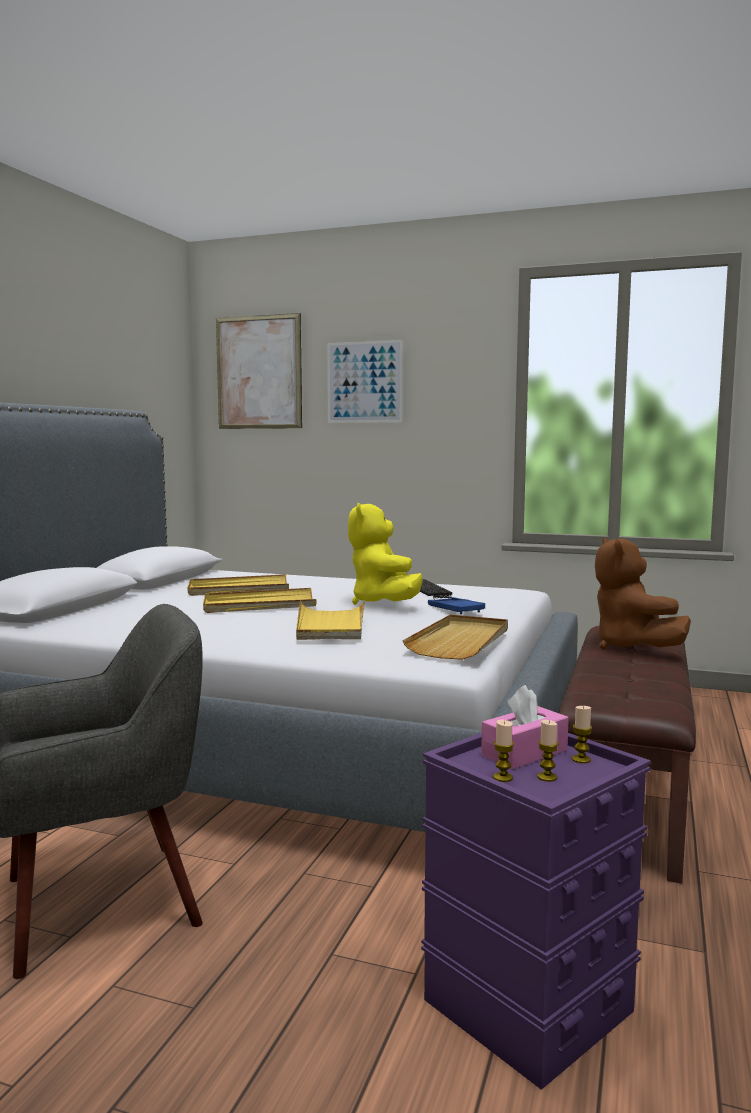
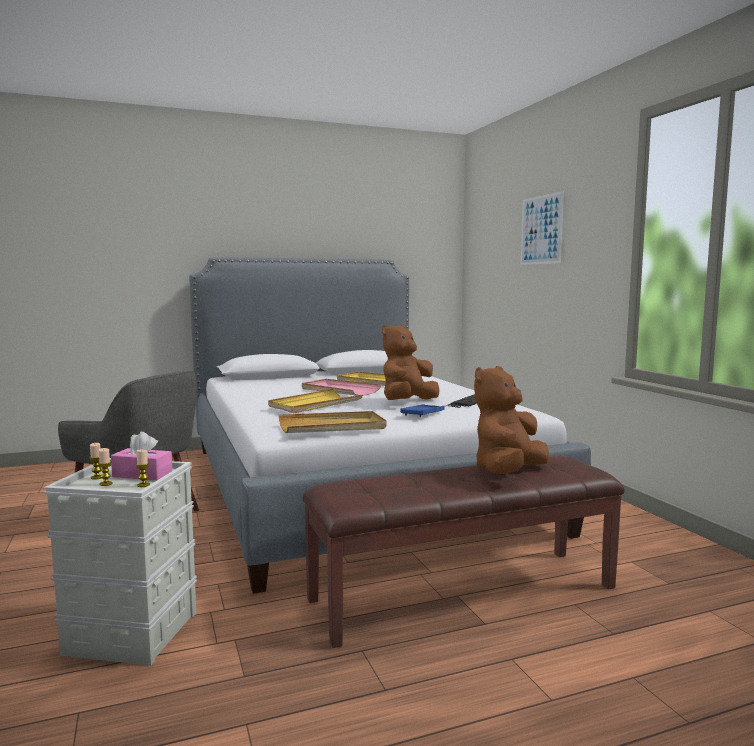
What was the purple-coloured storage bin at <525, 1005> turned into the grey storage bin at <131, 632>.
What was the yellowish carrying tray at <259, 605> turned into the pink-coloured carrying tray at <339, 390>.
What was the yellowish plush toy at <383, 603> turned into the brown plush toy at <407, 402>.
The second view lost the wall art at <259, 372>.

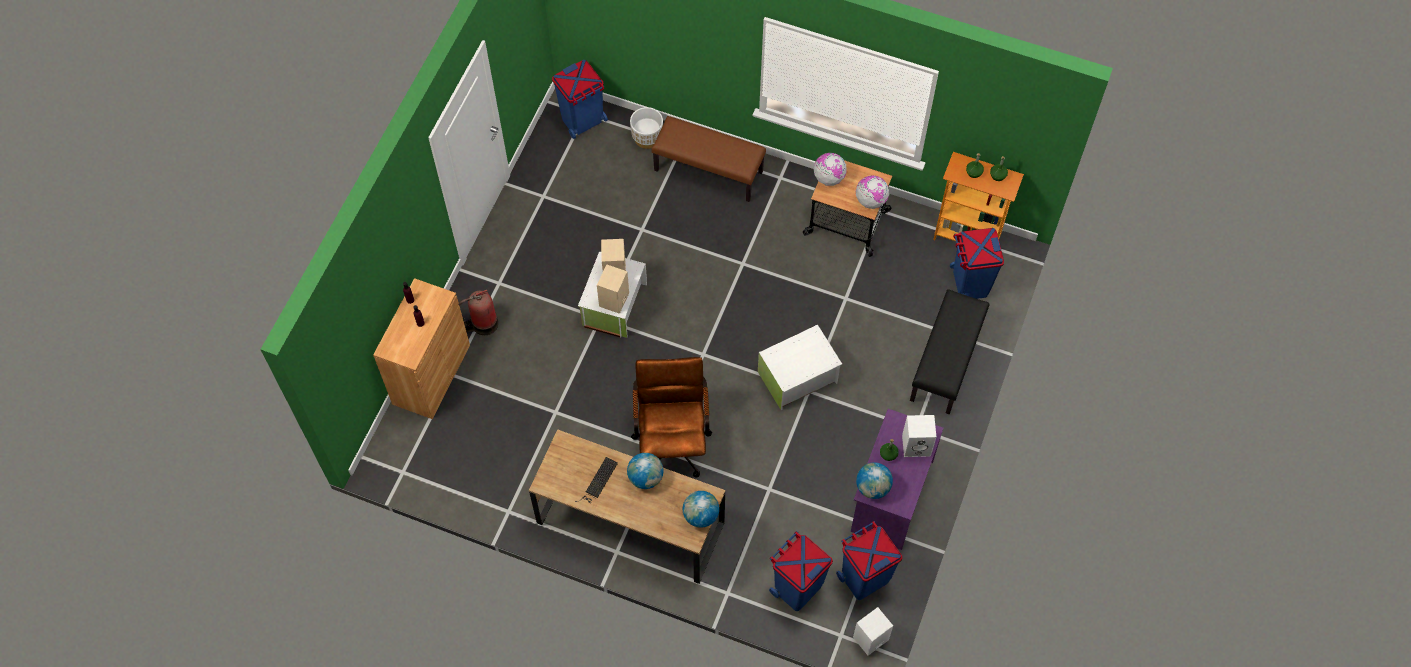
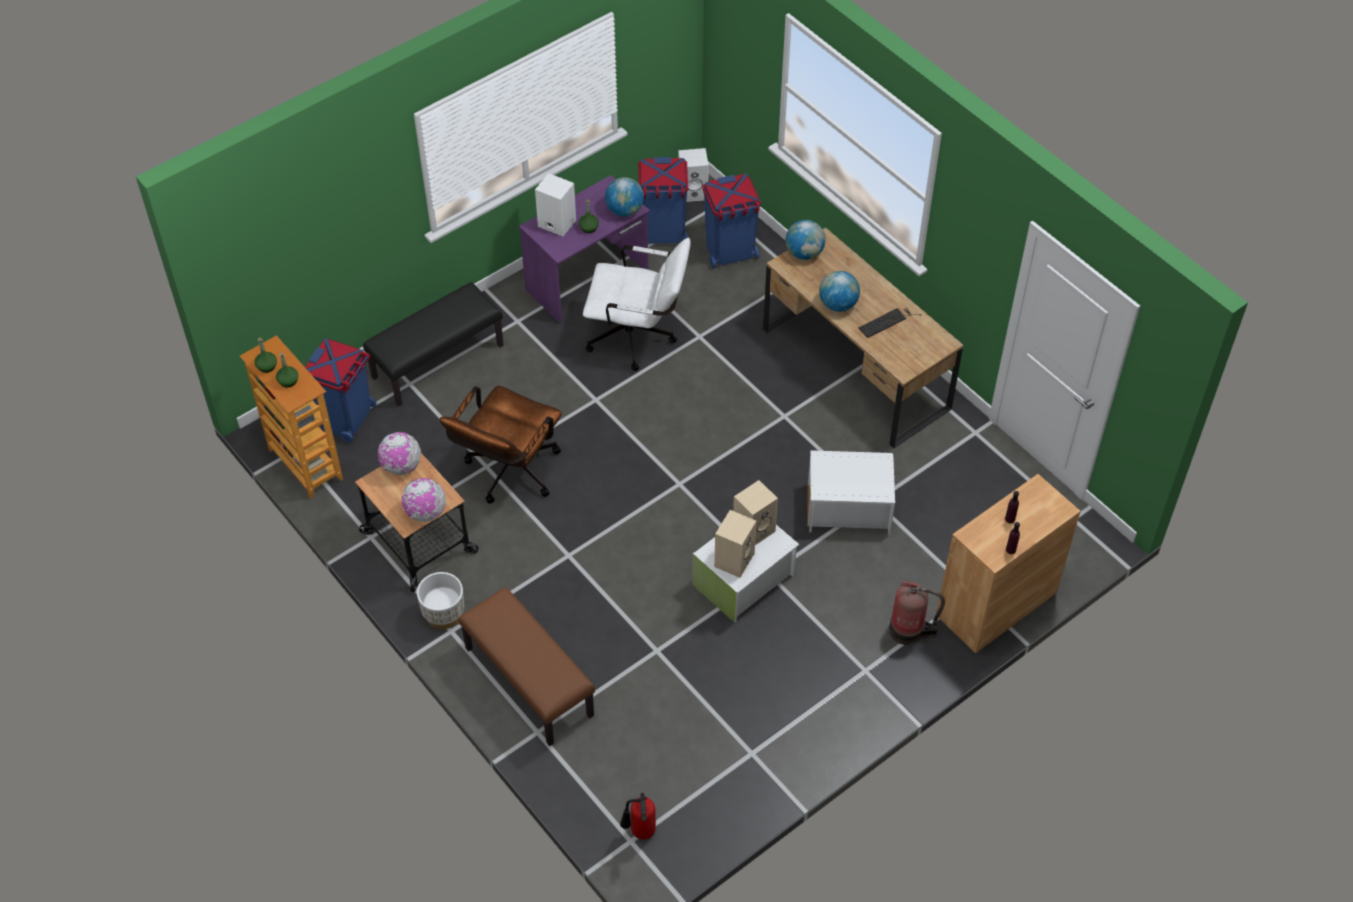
The white planter ended up elsewhere, having gone from <647, 138> to <444, 614>.
The brown computer chair ended up elsewhere, having gone from <672, 439> to <508, 475>.
The second view gained the white computer chair at <638, 338>.
Where the blue rubbish bin stood at <583, 120>, the fire-fighting cylinder came to stand at <639, 832>.
The white storage bin ended up elsewhere, having gone from <798, 378> to <848, 508>.

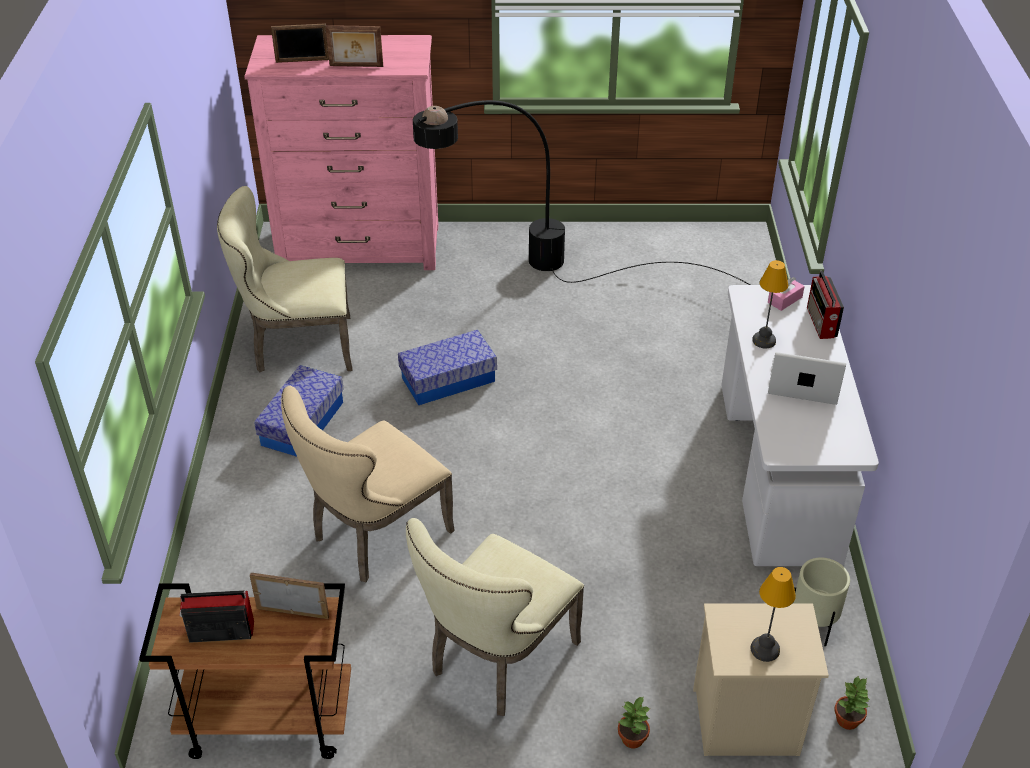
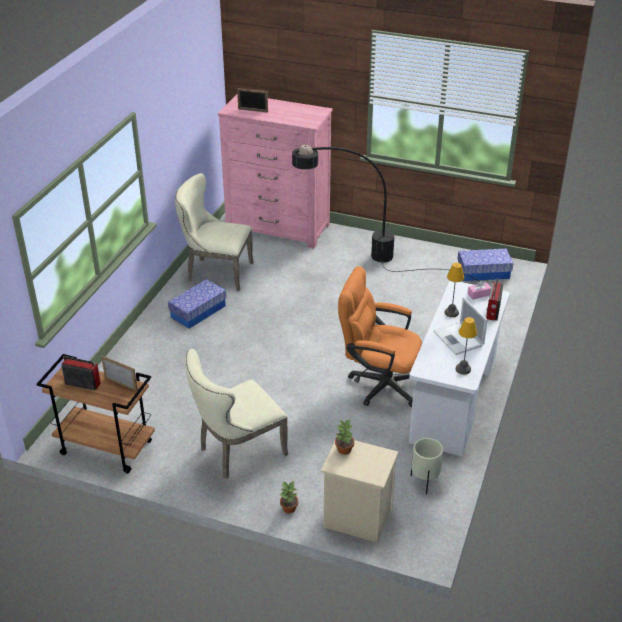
The potted plant ended up elsewhere, having gone from <848, 720> to <344, 450>.
The second view gained the orangey computer chair at <378, 383>.
The portable computer at <802, 383> ended up facing another way, 150 degrees counterclockwise from before.
The lamp for a table ended up elsewhere, having gone from <764, 649> to <462, 369>.
The storage bin ended up elsewhere, having gone from <448, 379> to <483, 272>.
The second view lost the beige-coloured upright chair at <374, 536>.
The second view lost the standing frame at <356, 66>.

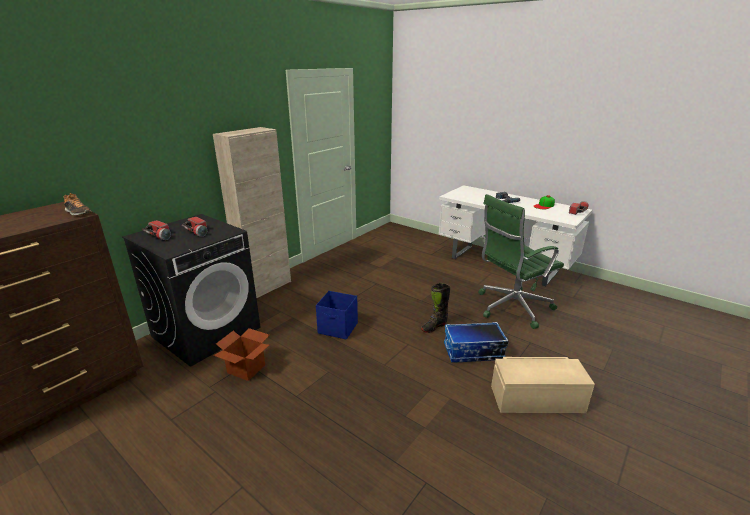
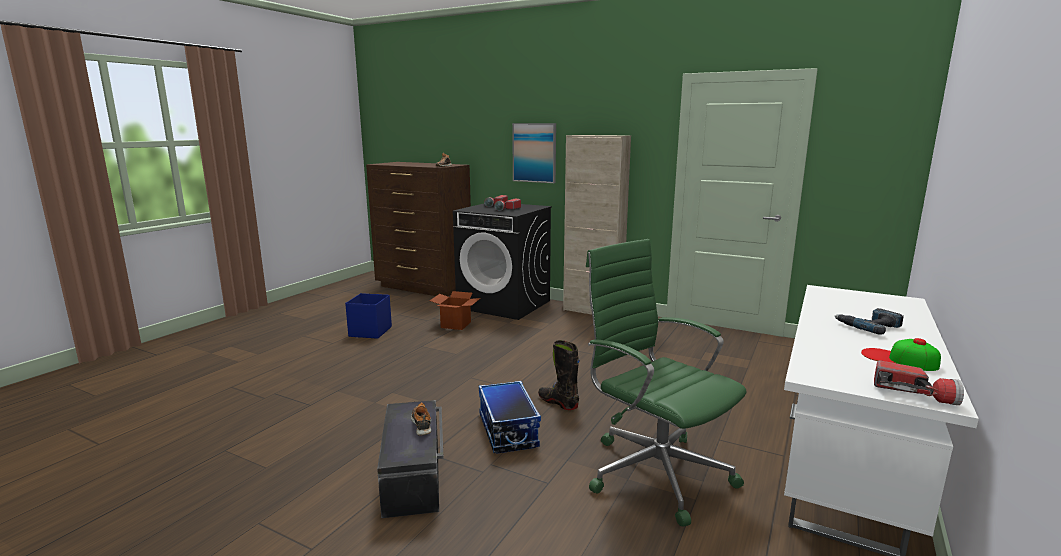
The blue storage bin ended up elsewhere, having gone from <338, 328> to <370, 332>.
What was the beige-coloured storage bin at <536, 398> turned into the black storage bin at <414, 475>.
The second view gained the item of footwear at <422, 424>.
The second view gained the wall art at <534, 152>.

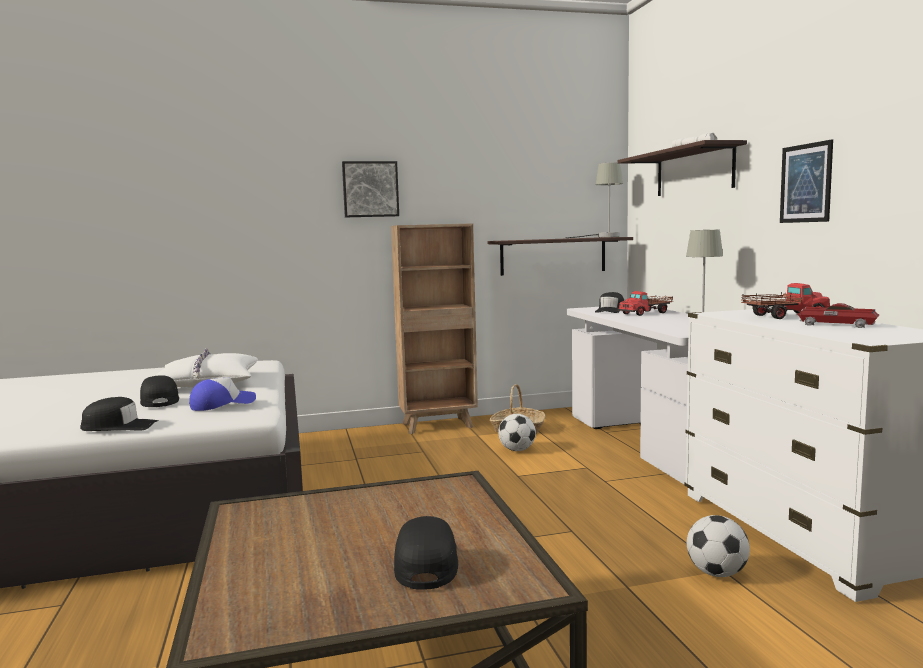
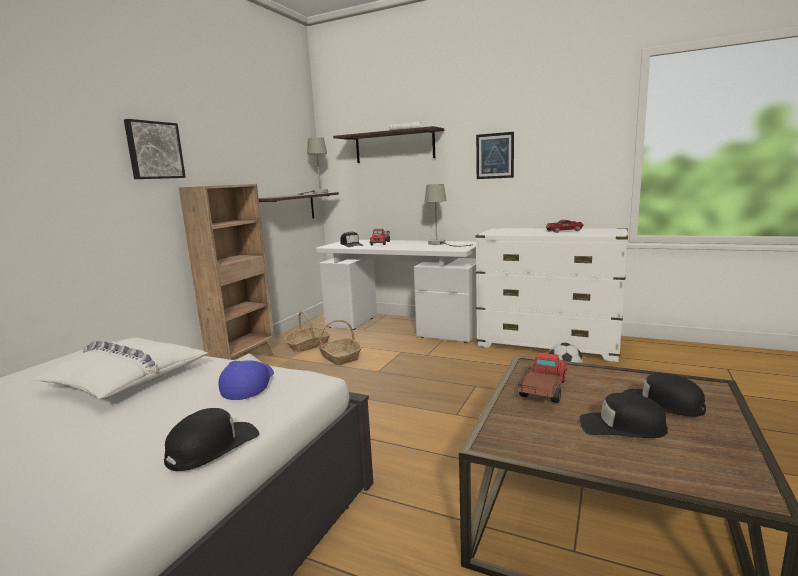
Where the football ball stood at <517, 450>, the storage basket came to stand at <340, 357>.
The toy truck ended up elsewhere, having gone from <784, 316> to <542, 391>.
The black baseball cap ended up elsewhere, having gone from <159, 401> to <621, 427>.

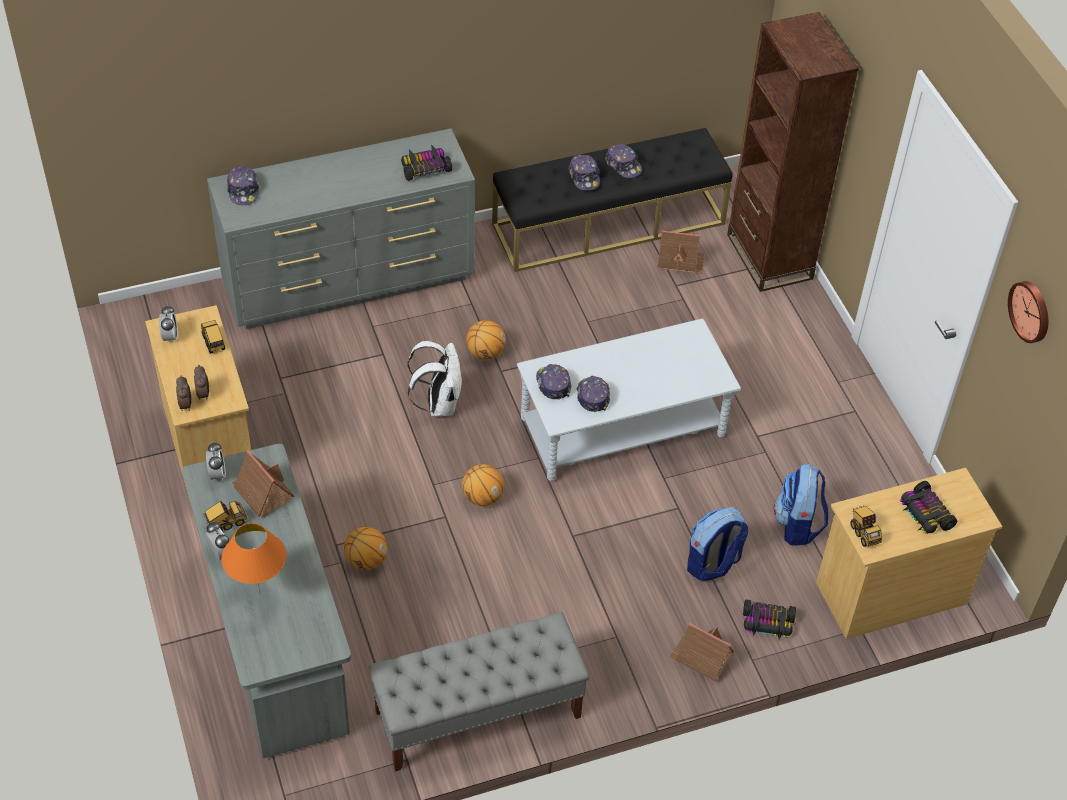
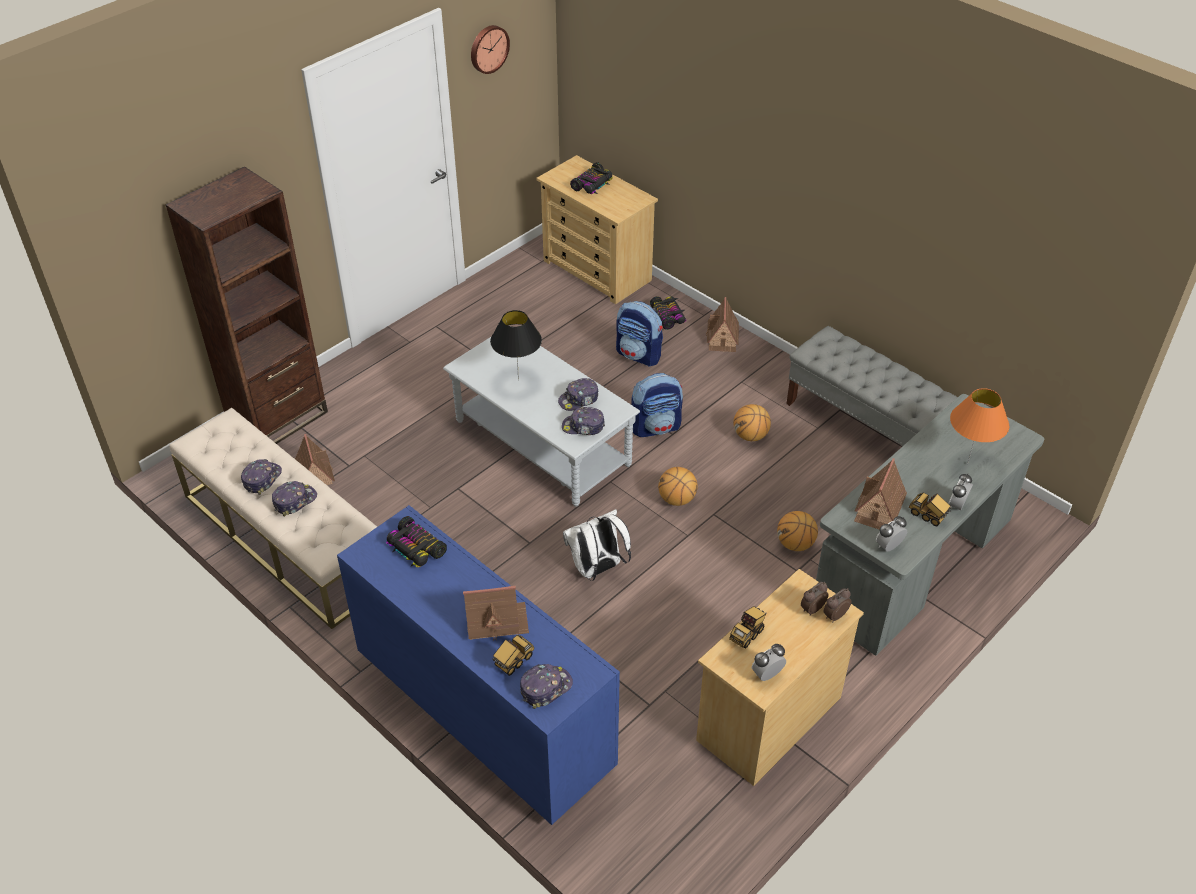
What was the black long seat at <609, 224> turned into the beige-coloured long seat at <286, 539>.
What was the grey drawer chest at <350, 282> turned into the blue drawer chest at <483, 711>.
The second view gained the miniature house at <496, 621>.
The second view gained the black lamp for a table at <518, 380>.
The toy truck ended up elsewhere, having gone from <864, 533> to <513, 662>.
The baseball cap at <553, 384> ended up facing another way, 45 degrees clockwise from before.
The rucksack ended up elsewhere, having gone from <798, 525> to <656, 427>.
The basketball ball ended up elsewhere, having gone from <485, 352> to <750, 436>.

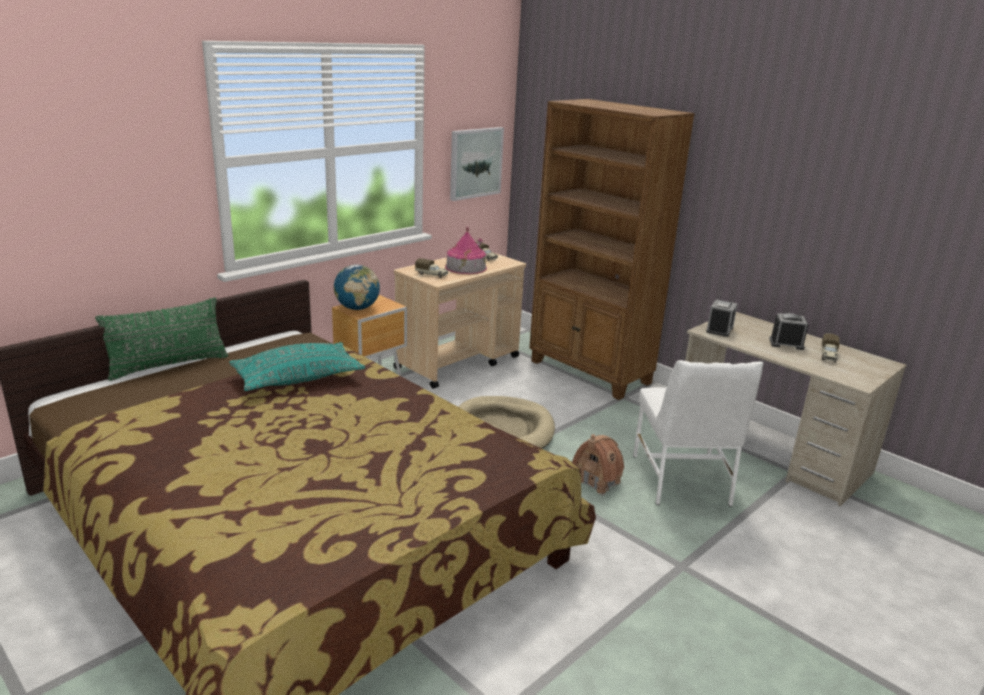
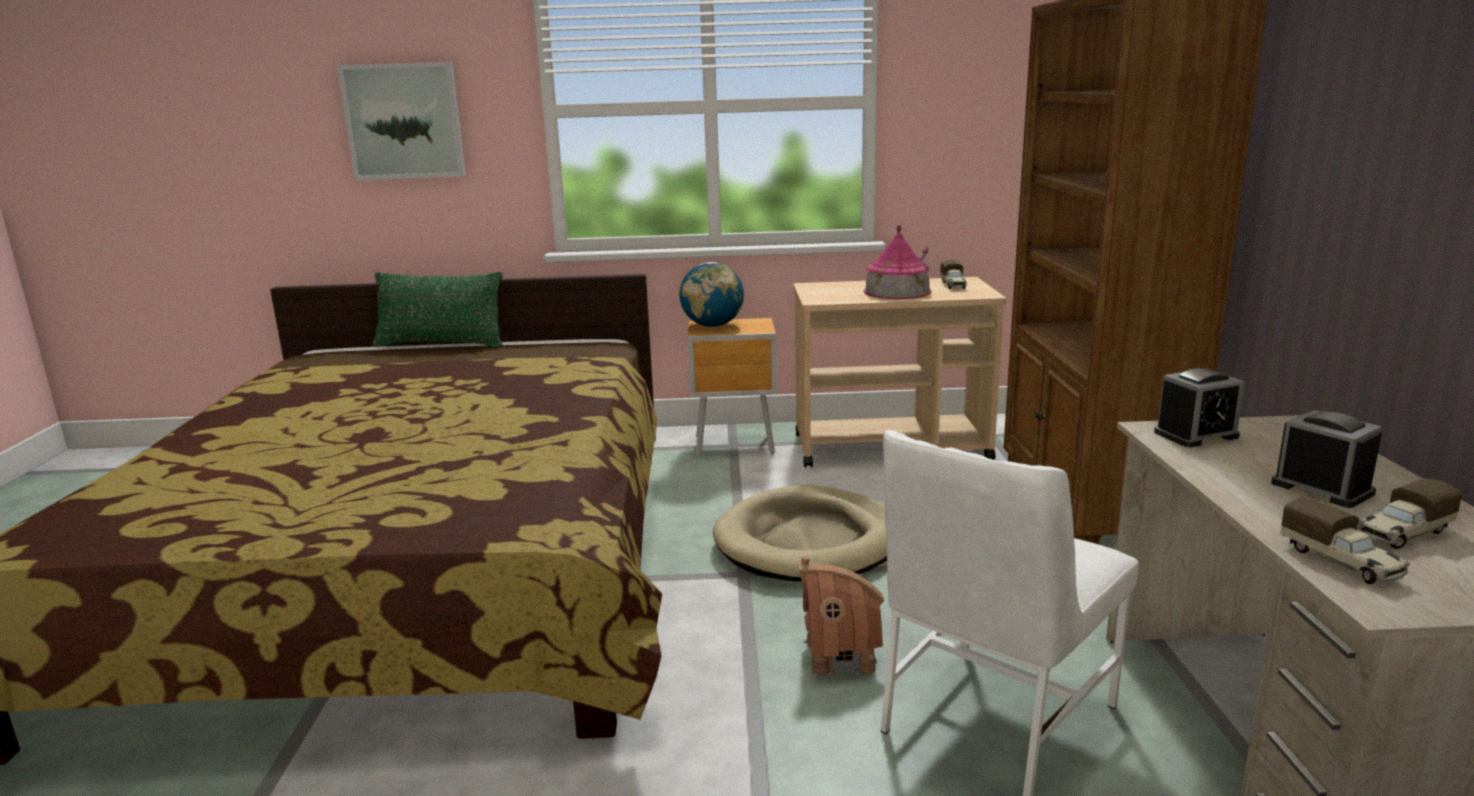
The wall art ended up elsewhere, having gone from <475, 163> to <404, 121>.
The toy truck ended up elsewhere, having gone from <432, 274> to <1341, 562>.
The second view lost the blue-green pillow at <298, 379>.

